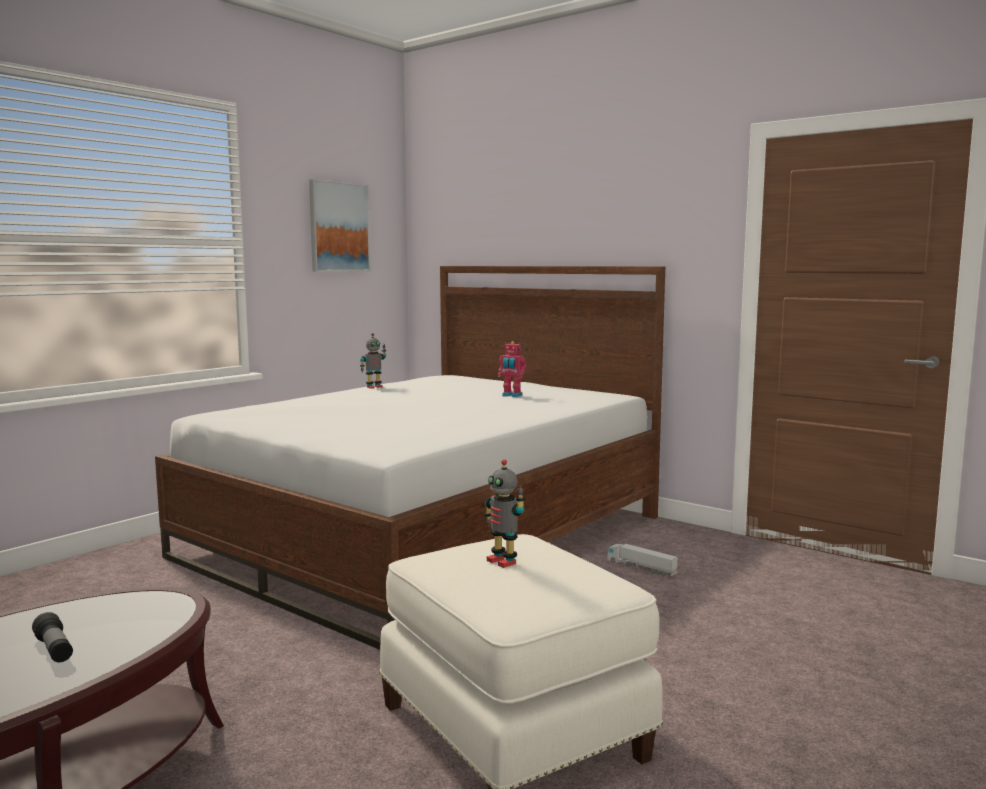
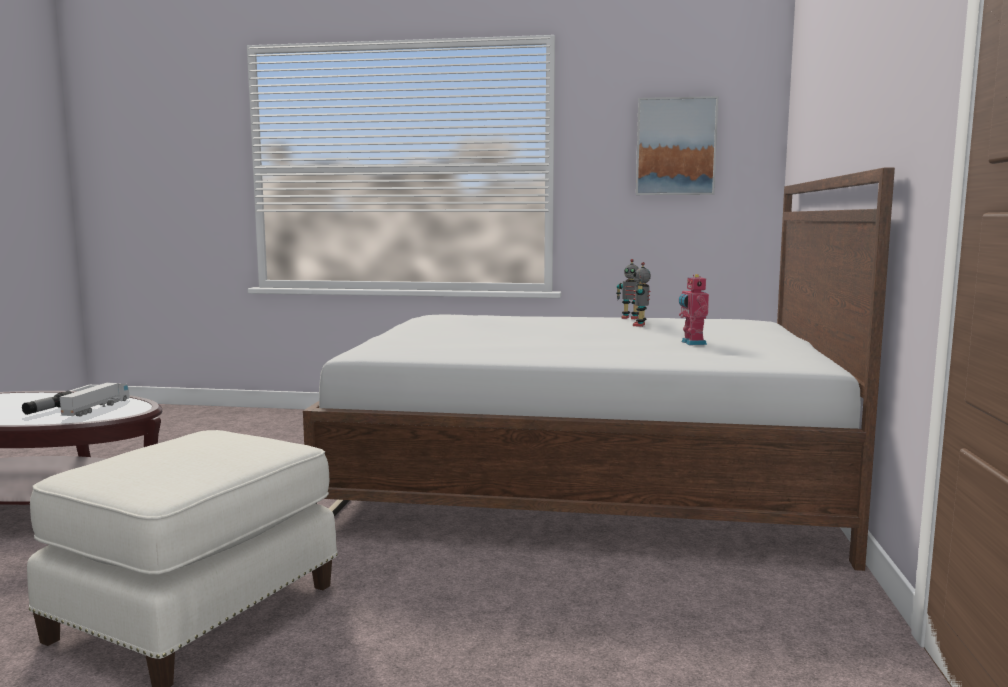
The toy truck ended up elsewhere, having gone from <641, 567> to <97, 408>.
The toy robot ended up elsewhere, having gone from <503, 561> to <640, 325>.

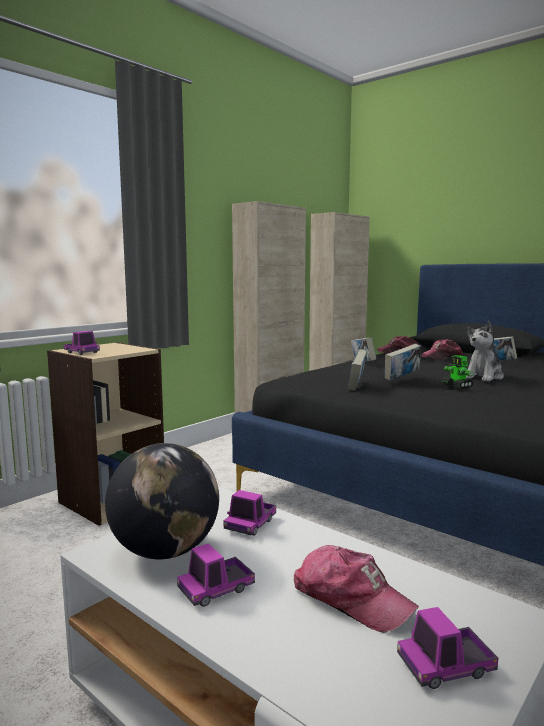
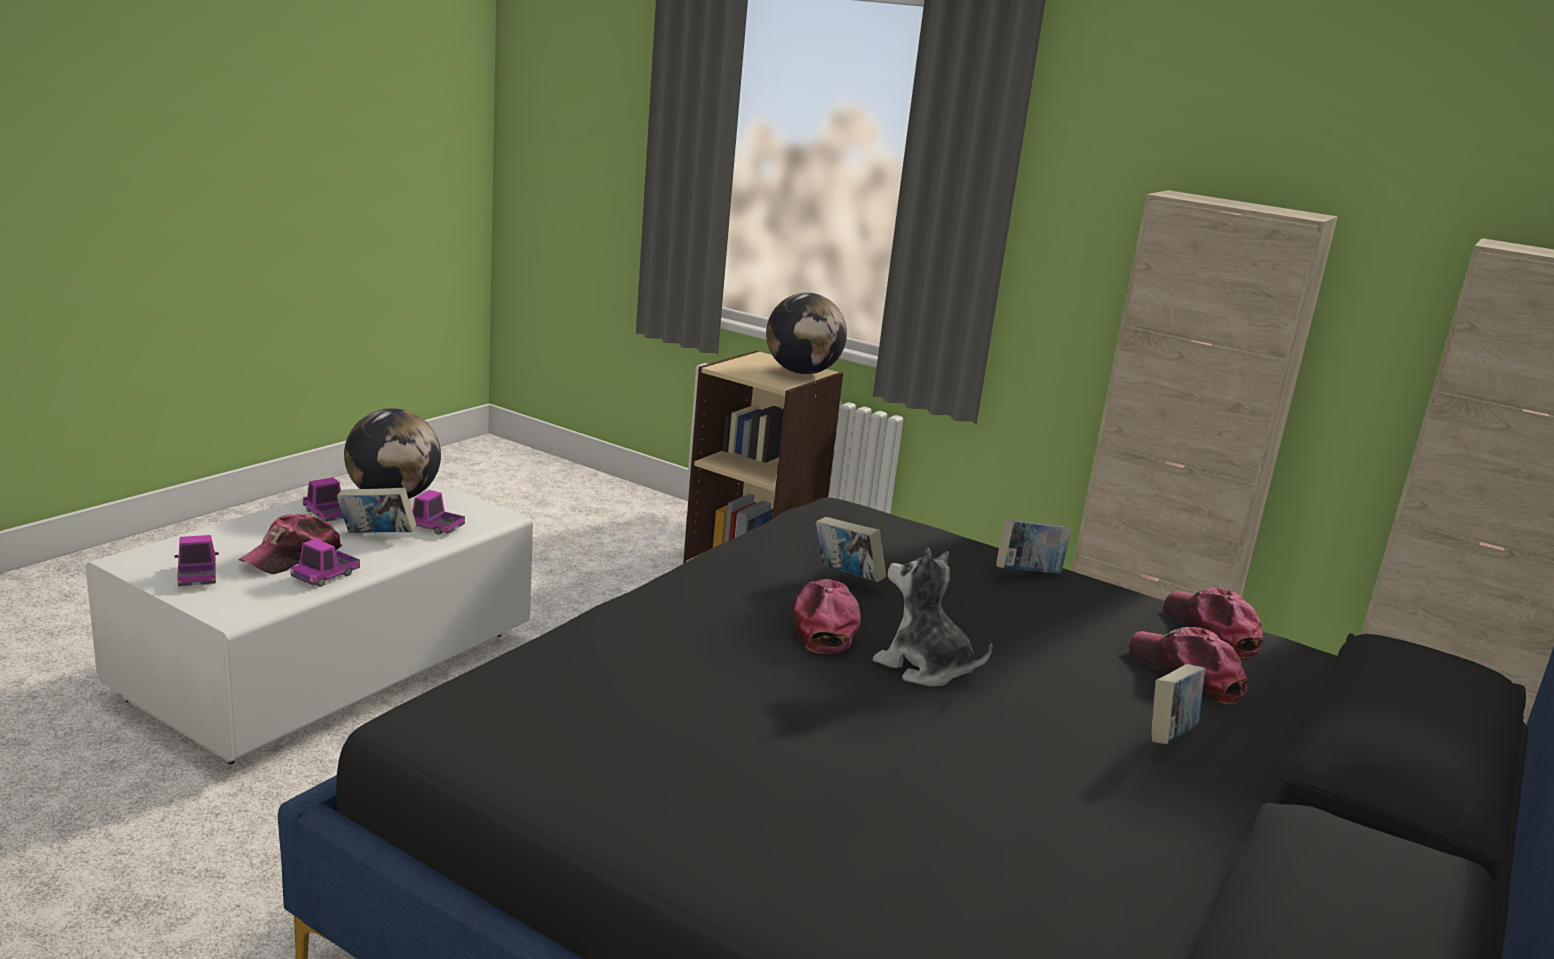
The toy truck ended up elsewhere, having gone from <81, 352> to <326, 576>.
The book ended up elsewhere, having gone from <357, 386> to <377, 536>.
The second view gained the globe at <802, 372>.
Where the toy robot stood at <457, 386>, the baseball cap came to stand at <822, 625>.

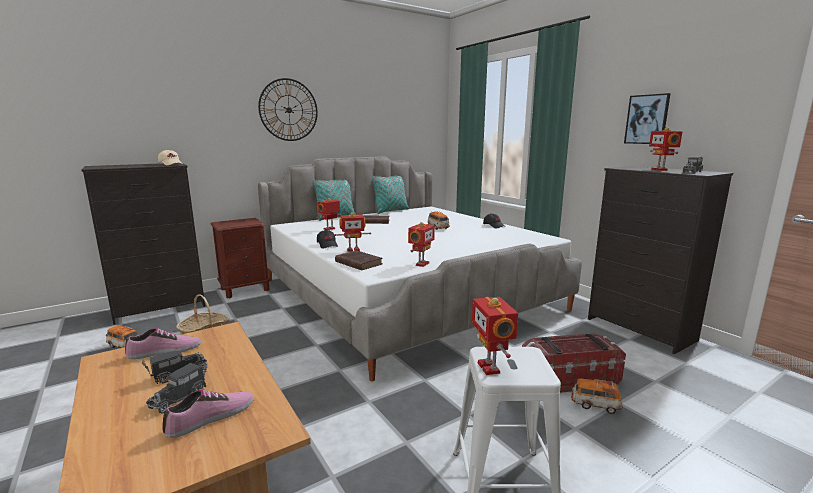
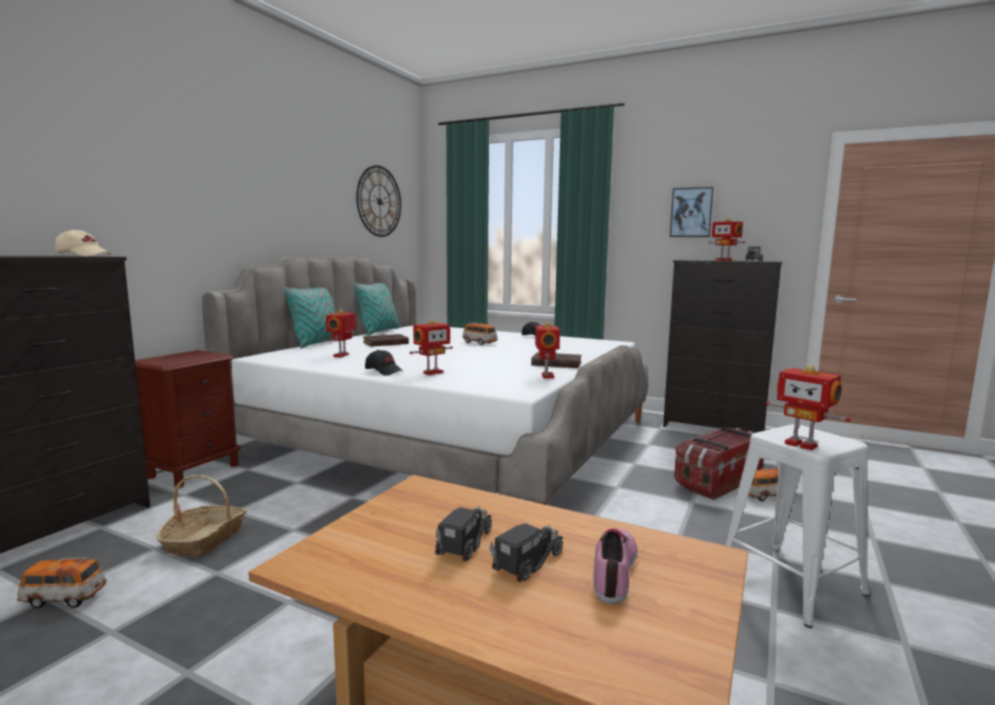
The wall clock ended up elsewhere, having gone from <288, 110> to <379, 201>.
The toy truck at <180, 396> ended up facing another way, 135 degrees counterclockwise from before.
The brown book ended up elsewhere, having gone from <357, 263> to <555, 364>.
The second view lost the item of footwear at <165, 351>.

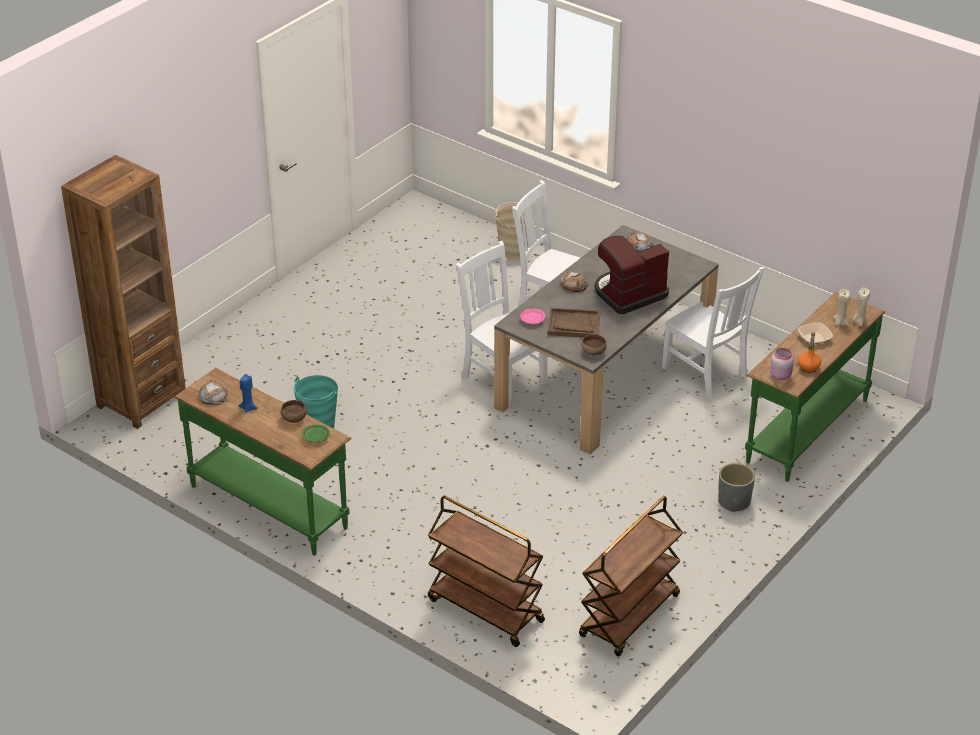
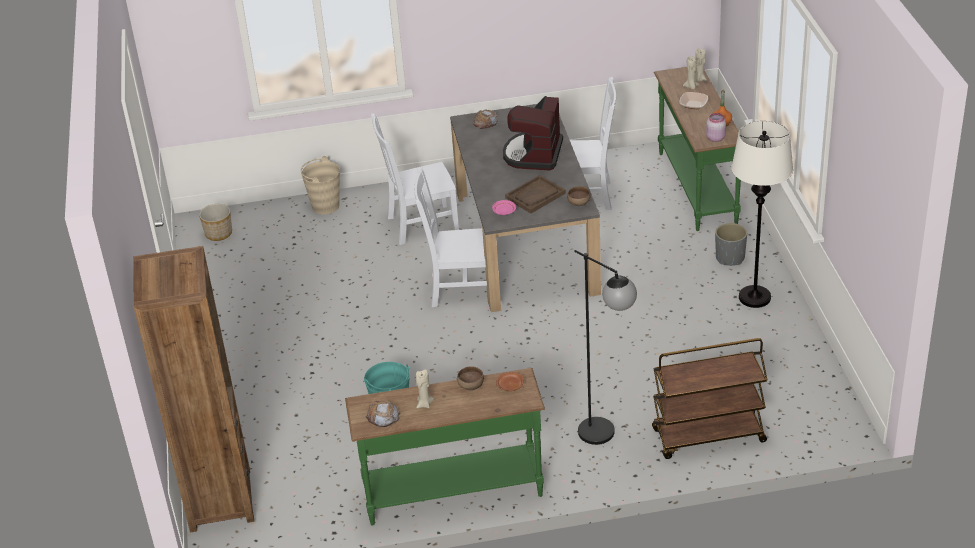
The second view gained the planter at <218, 233>.
What was the blue wax light at <248, 408> turned into the beige-coloured wax light at <424, 404>.
What was the greenish plate at <315, 437> turned into the brown plate at <510, 386>.
The second view gained the black floor lamp at <606, 437>.
The second view gained the white floor lamp at <755, 297>.
The second view lost the bakery bread at <573, 285>.
The second view lost the brown trolley at <630, 617>.

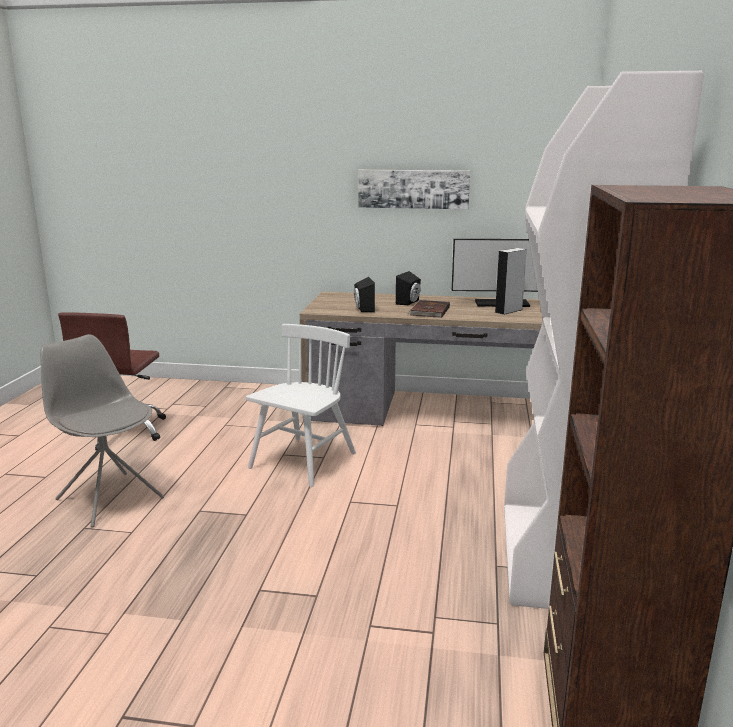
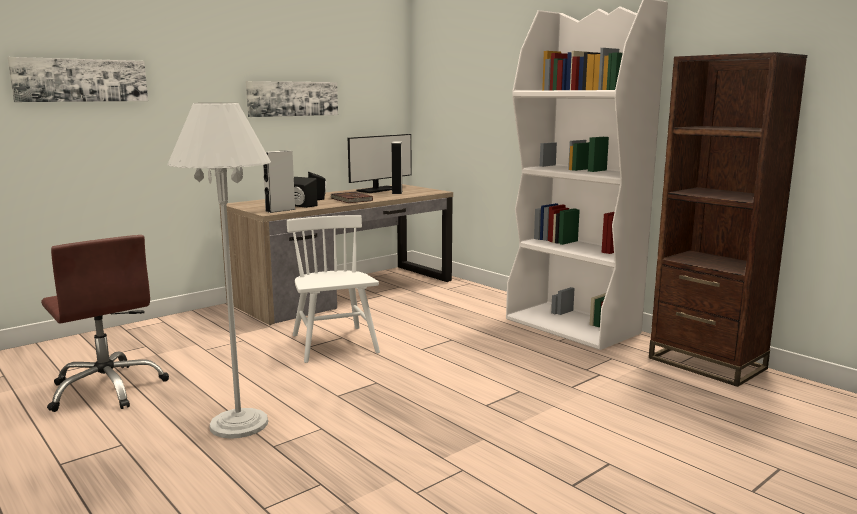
The second view gained the wall art at <81, 80>.
Where the grey upright chair stood at <109, 498>, the white floor lamp came to stand at <239, 424>.
The second view gained the grey loudspeaker at <280, 210>.

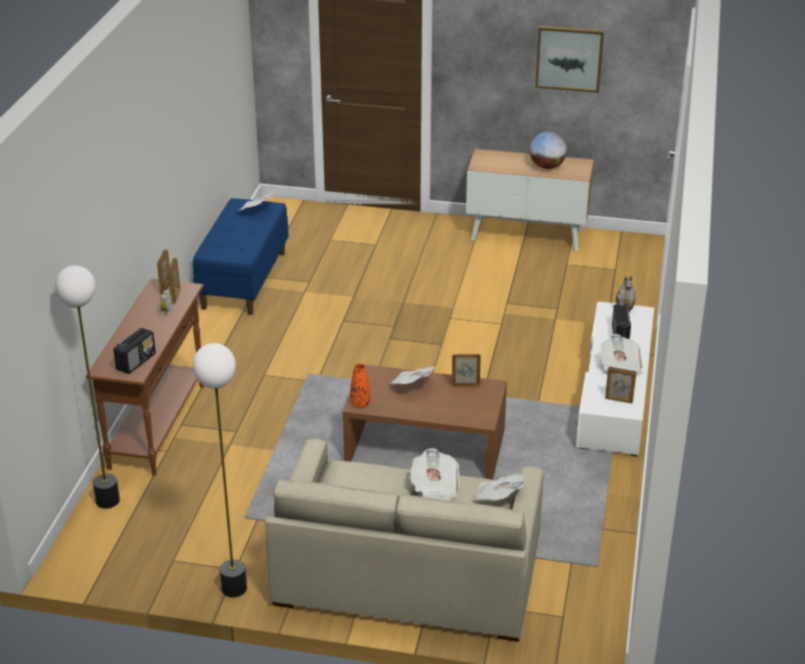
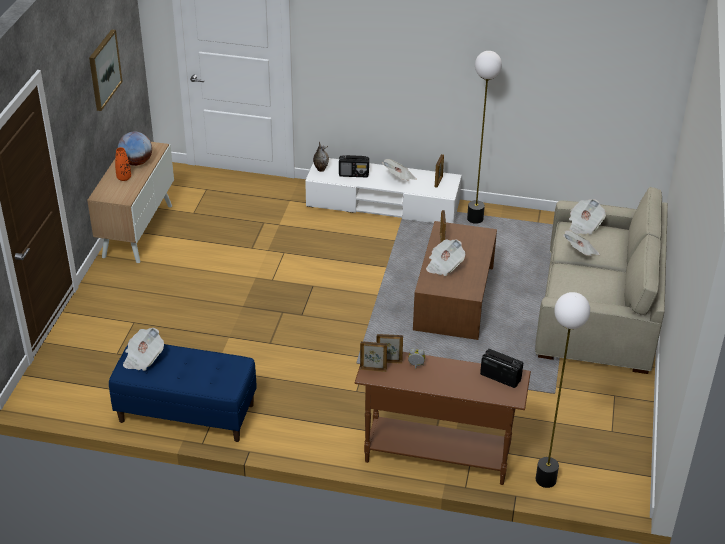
The orangey flower vase ended up elsewhere, having gone from <360, 403> to <124, 178>.
The floor lamp ended up elsewhere, having gone from <233, 588> to <475, 219>.

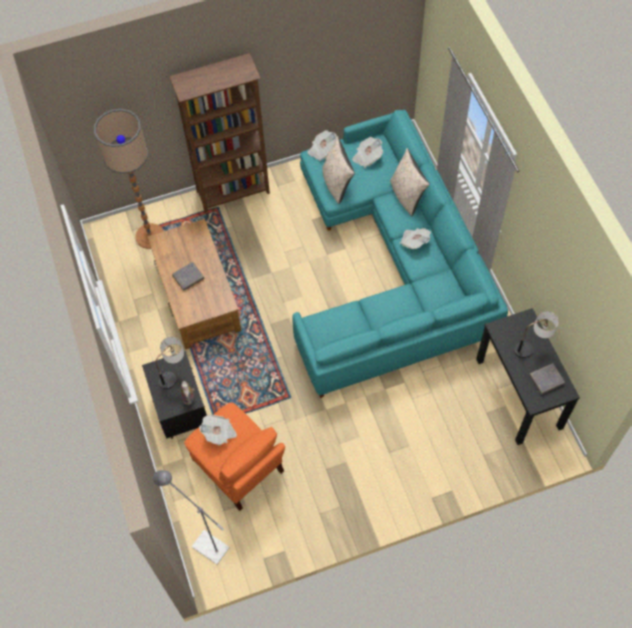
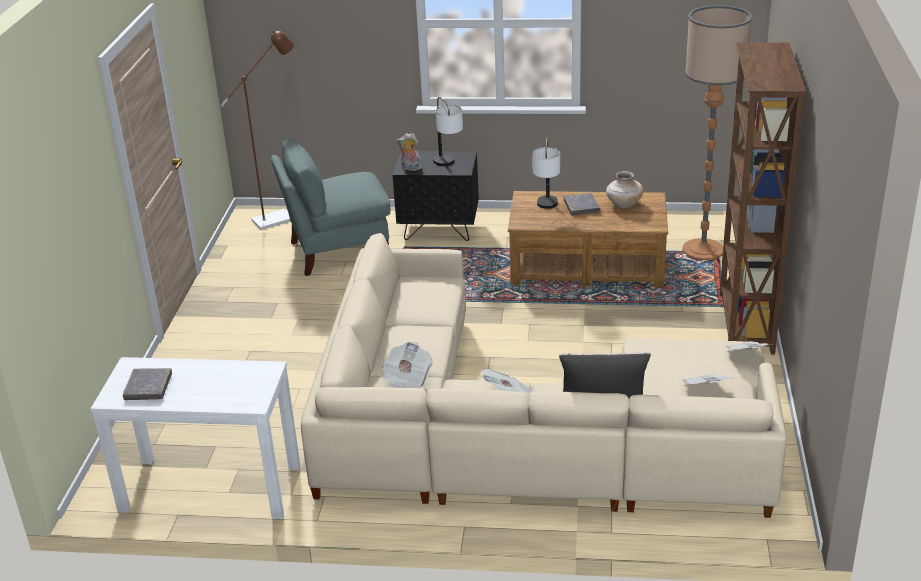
What was the black console table at <519, 393> turned into the white console table at <210, 488>.
What was the grey floor lamp at <205, 543> turned into the brown floor lamp at <279, 218>.
What was the orangey easy chair at <239, 467> turned into the grey easy chair at <338, 251>.
What was the blue-green couch at <392, 266> turned into the beige-coloured couch at <520, 432>.
The daily paper ended up elsewhere, having gone from <219, 433> to <406, 381>.
The lamp for a table ended up elsewhere, having gone from <532, 347> to <546, 208>.
The second view gained the beige-coloured flower vase at <623, 204>.
The second view lost the beige-coloured pillow at <337, 184>.

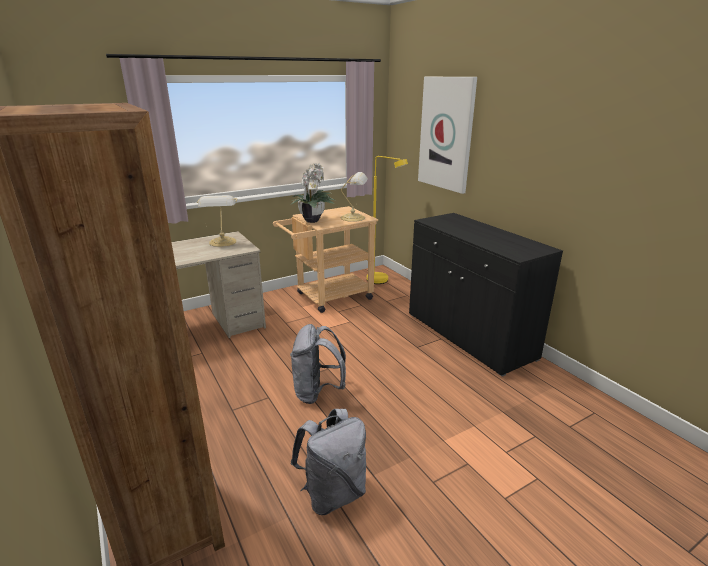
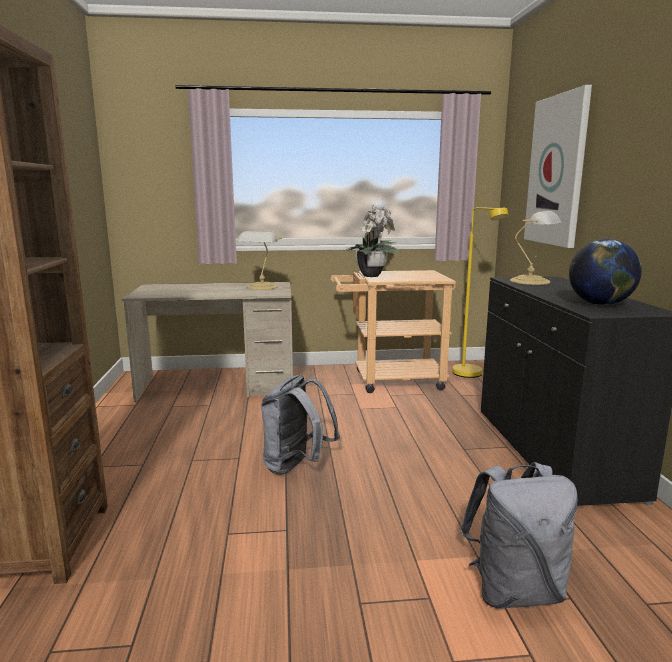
The grey rucksack ended up elsewhere, having gone from <333, 493> to <514, 590>.
The lamp for a table ended up elsewhere, having gone from <354, 218> to <532, 281>.
The second view gained the globe at <600, 304>.

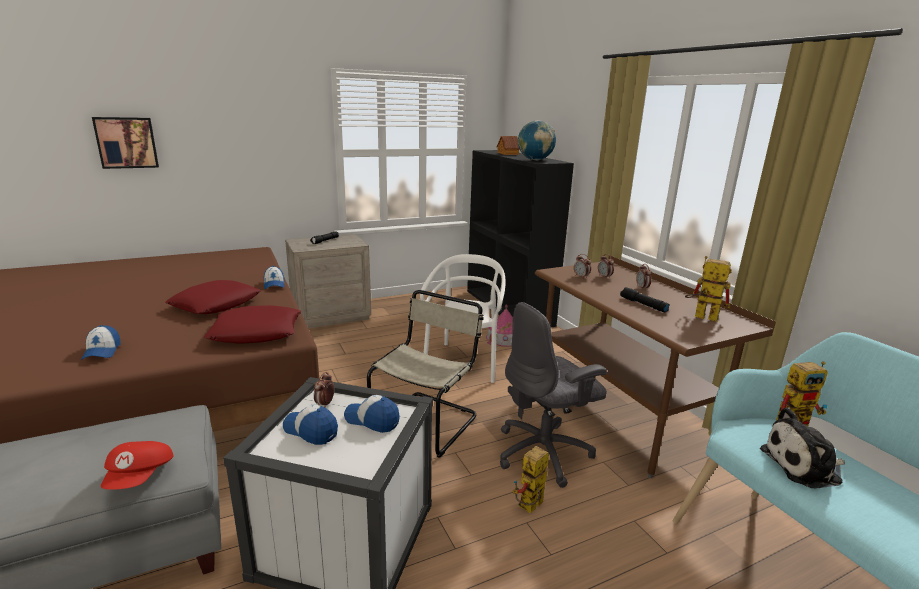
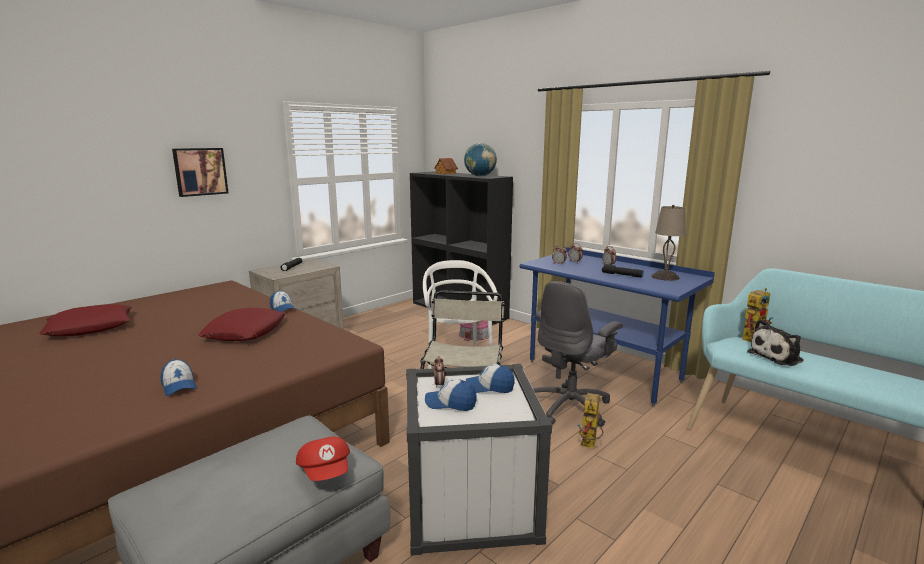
The red pillow ended up elsewhere, having gone from <256, 332> to <90, 327>.
The wall art ended up elsewhere, having gone from <127, 142> to <200, 171>.
What was the brown desk unit at <619, 415> turned into the blue desk unit at <603, 371>.
Where the toy robot stood at <700, 316>, the beige-coloured lamp for a table came to stand at <664, 277>.

